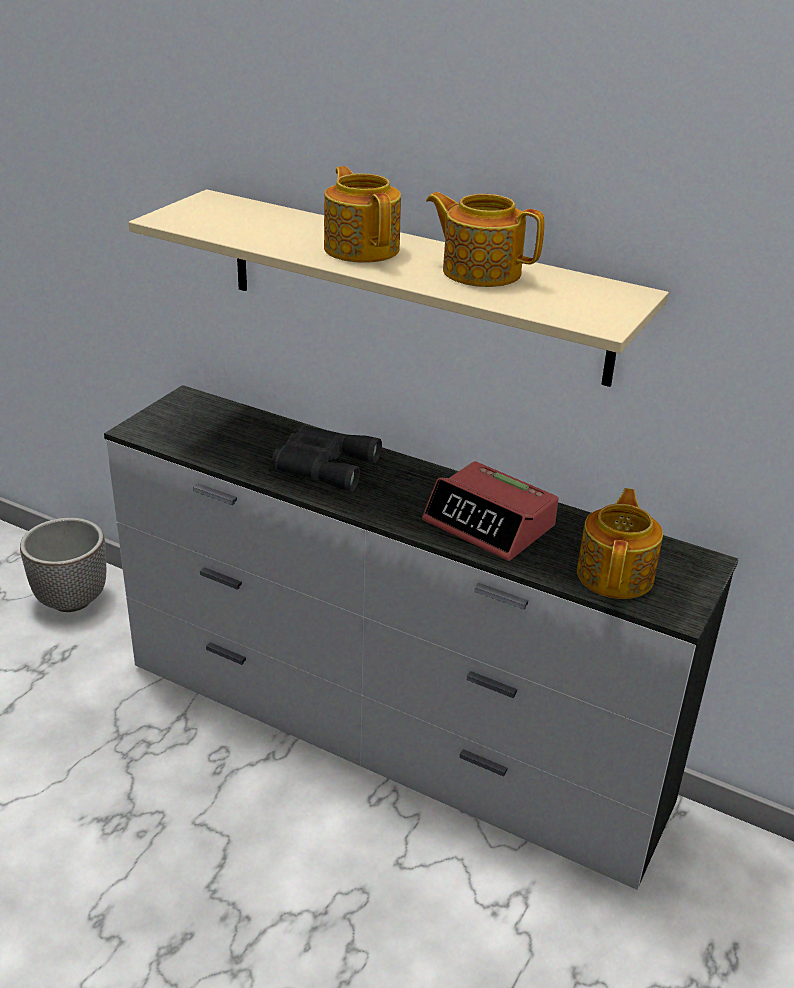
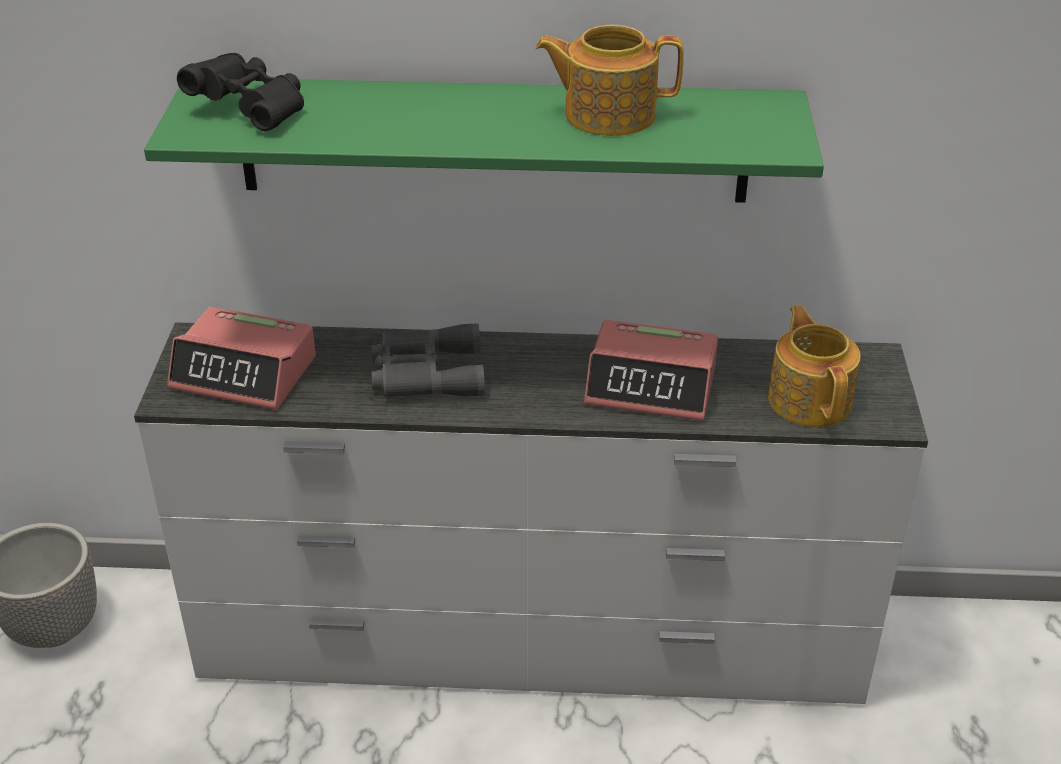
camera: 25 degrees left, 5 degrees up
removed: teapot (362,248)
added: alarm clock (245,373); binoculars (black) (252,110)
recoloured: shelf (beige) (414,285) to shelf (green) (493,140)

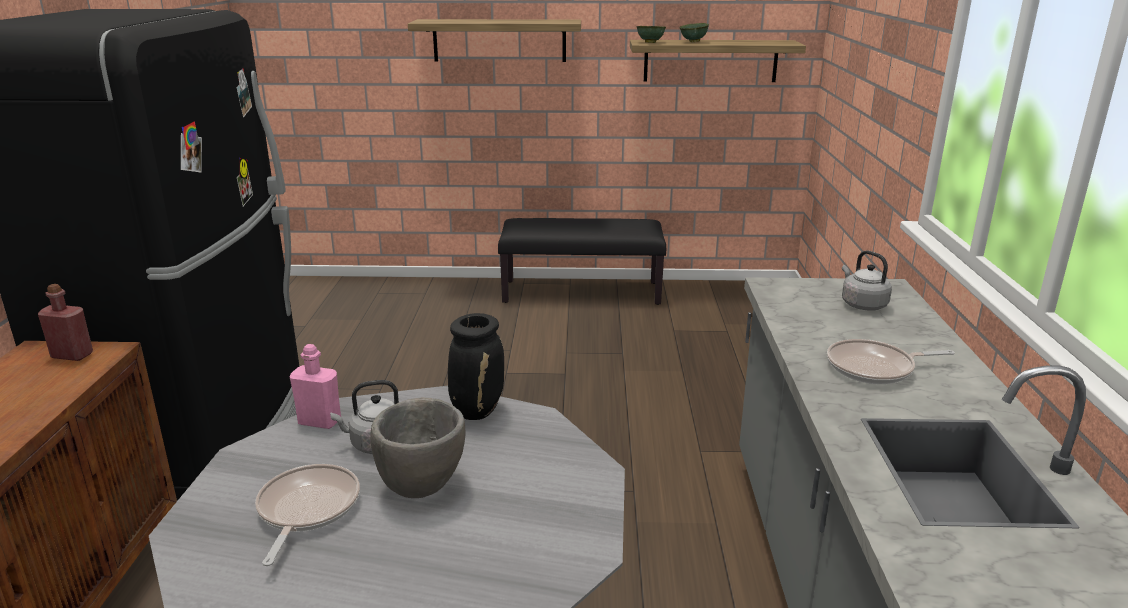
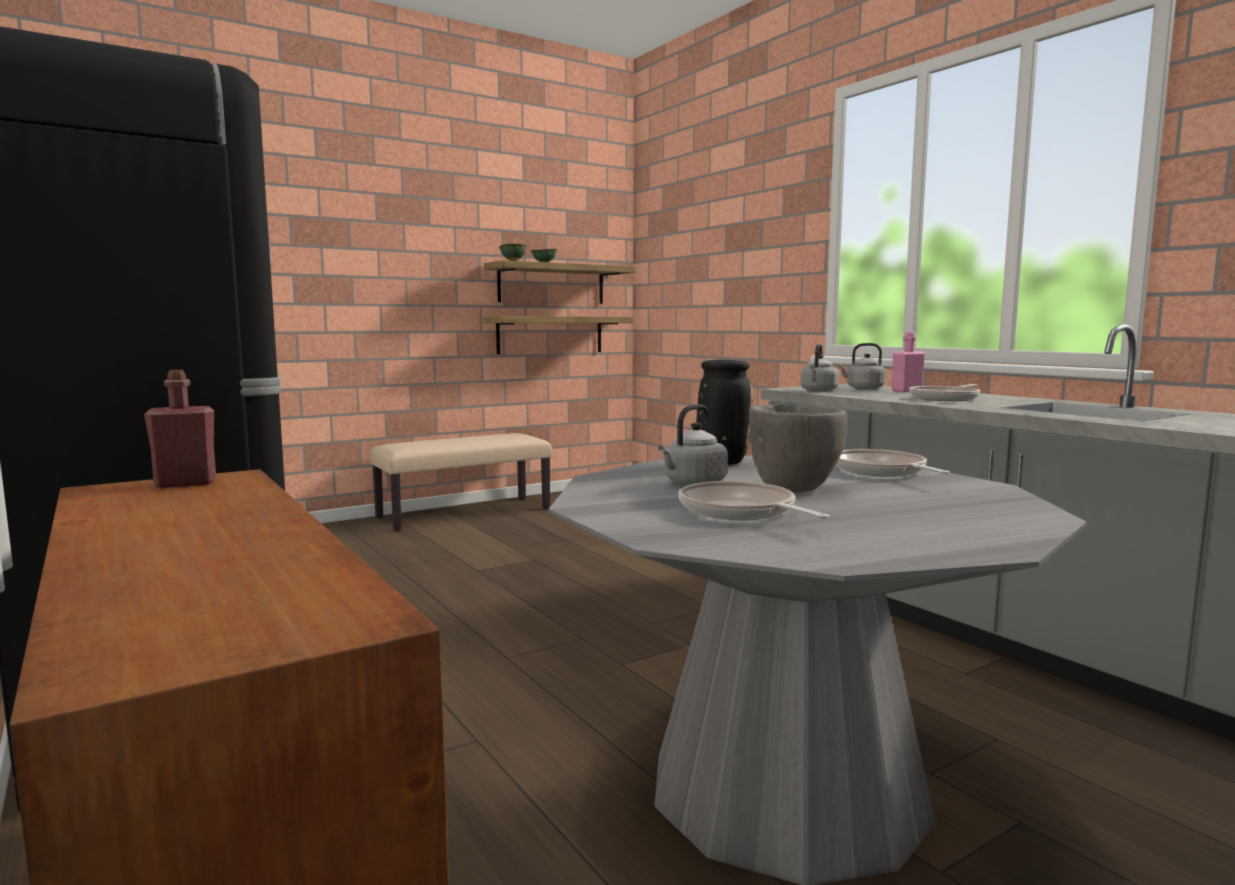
camera: 35 degrees left, 15 degrees down
added: kettle (grey) (818,391); frying pan (881,471)
moved: bottle (pink) (319,421) to (906,391); shelf (499,40) to (550,334)
recoloured: bench (black) (582,292) to bench (beige) (465,513)

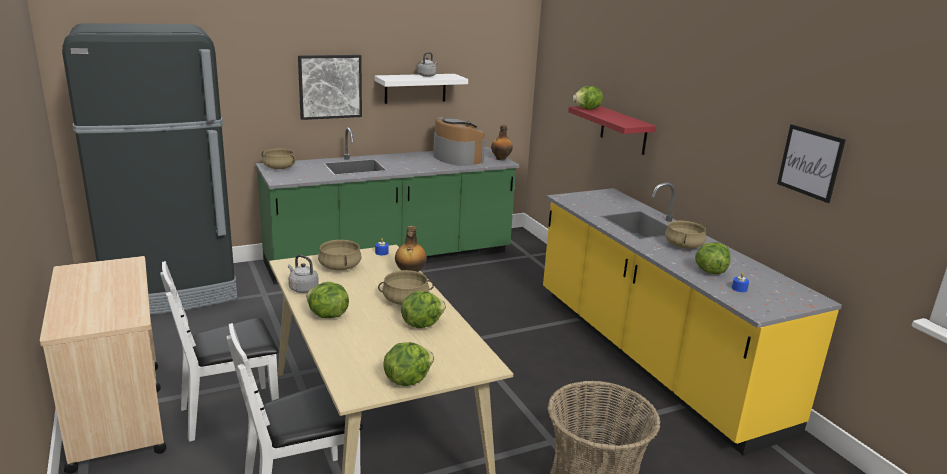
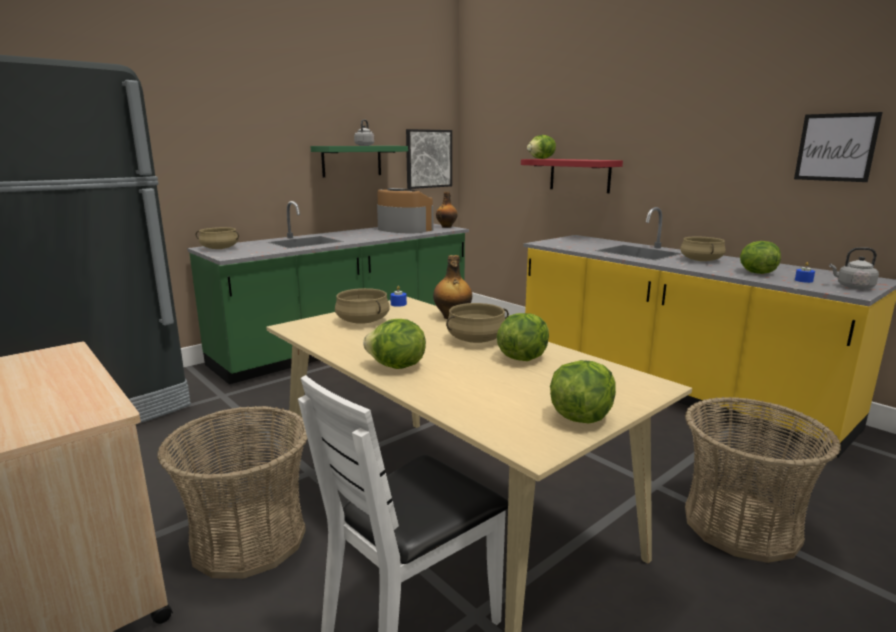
camera: 15 degrees left, 5 degrees down
moved: kettle (grey) (302,288) to (853,287); picture (330,86) to (428,158)
replaced: chair (white) (231,413) to basket (248,539)
recoloured: shelf (white) (415,88) to shelf (green) (352,161)

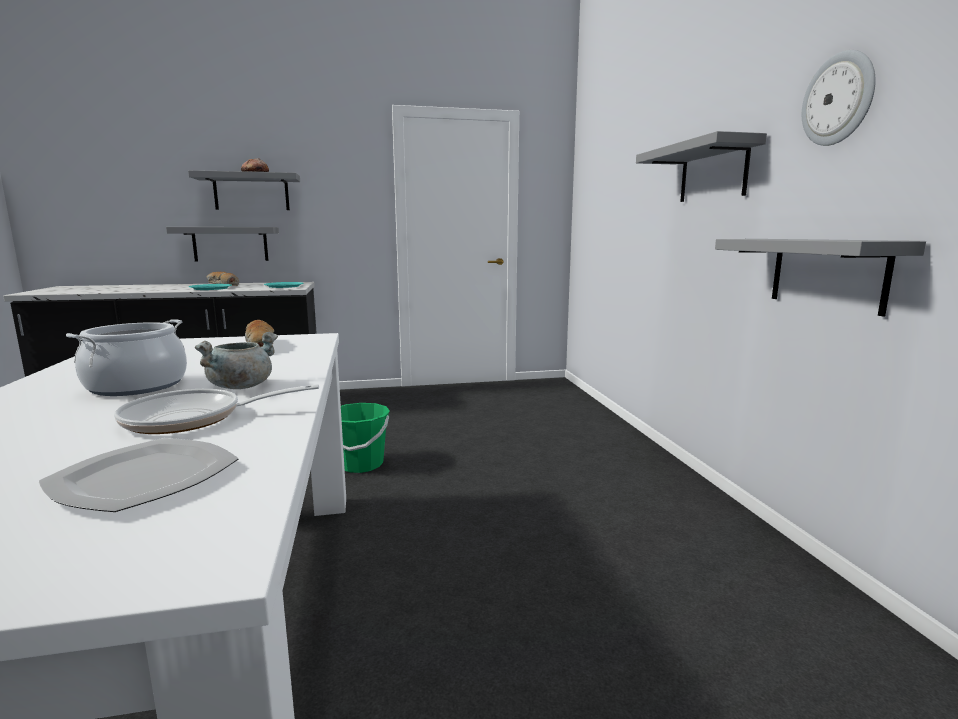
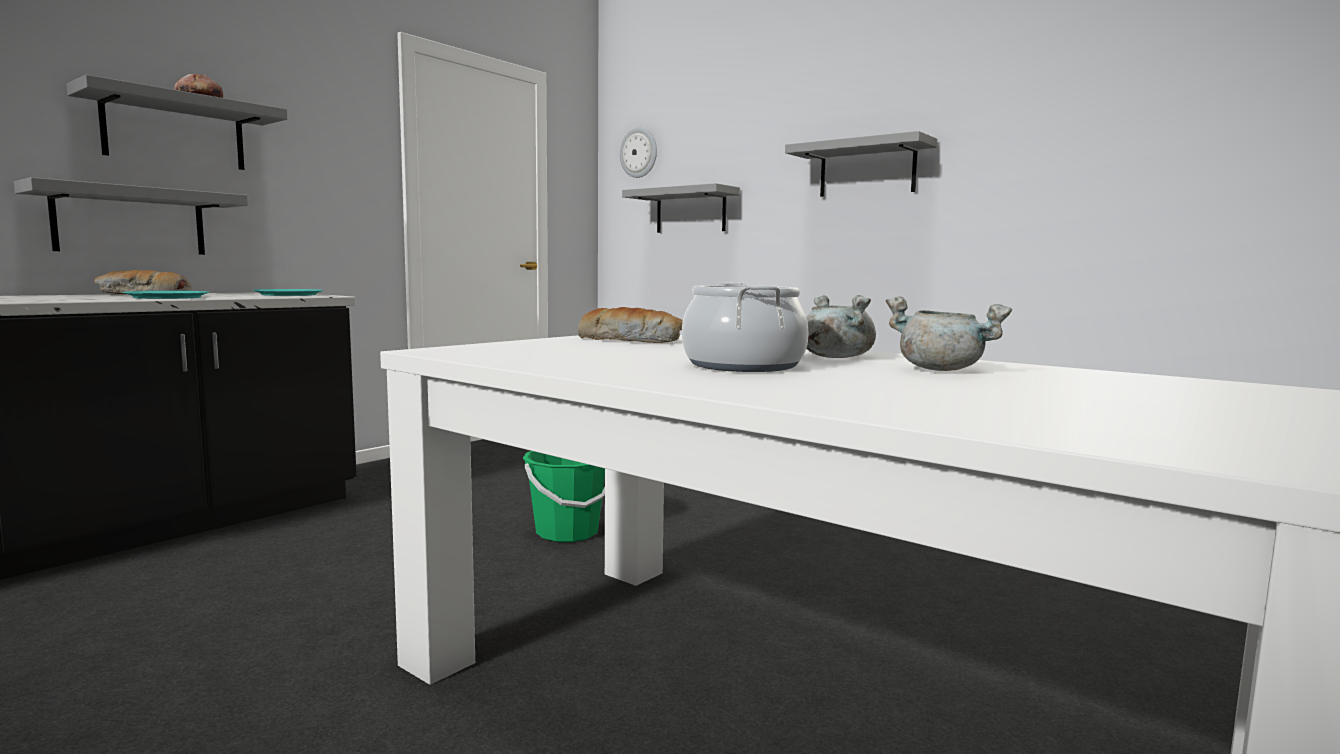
camera: 40 degrees left, 5 degrees down
removed: plate (145,477)
moved: shelf (grey) (827,273) to (691,211); wall clock (838,99) to (639,153)
replaced: frying pan (193,419) to cooking pot (grey) (942,370)

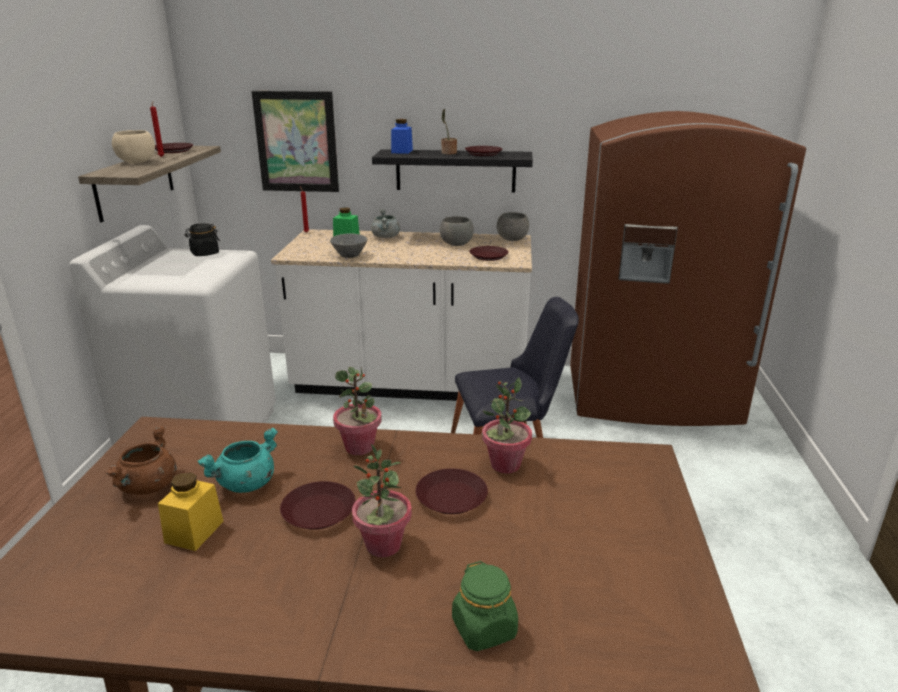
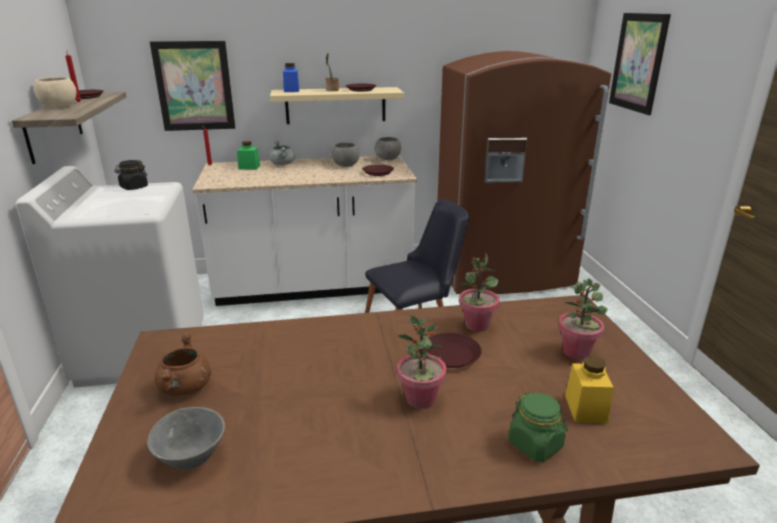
camera: 15 degrees left, 0 degrees up
removed: cooking pot (turquoise) (246,484); plate (brown) (318,511)
added: picture (638,62)
moved: jar (yellow) (194,532) to (585,409); bowl (grey) (348,256) to (189,458); potted plant (359,447) to (576,352)
recoloured: shelf (black) (455,170) to shelf (beige) (335,105)

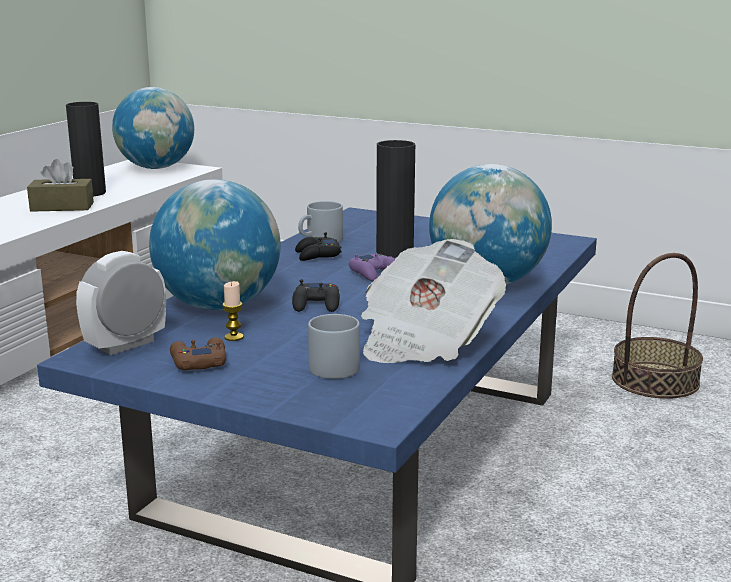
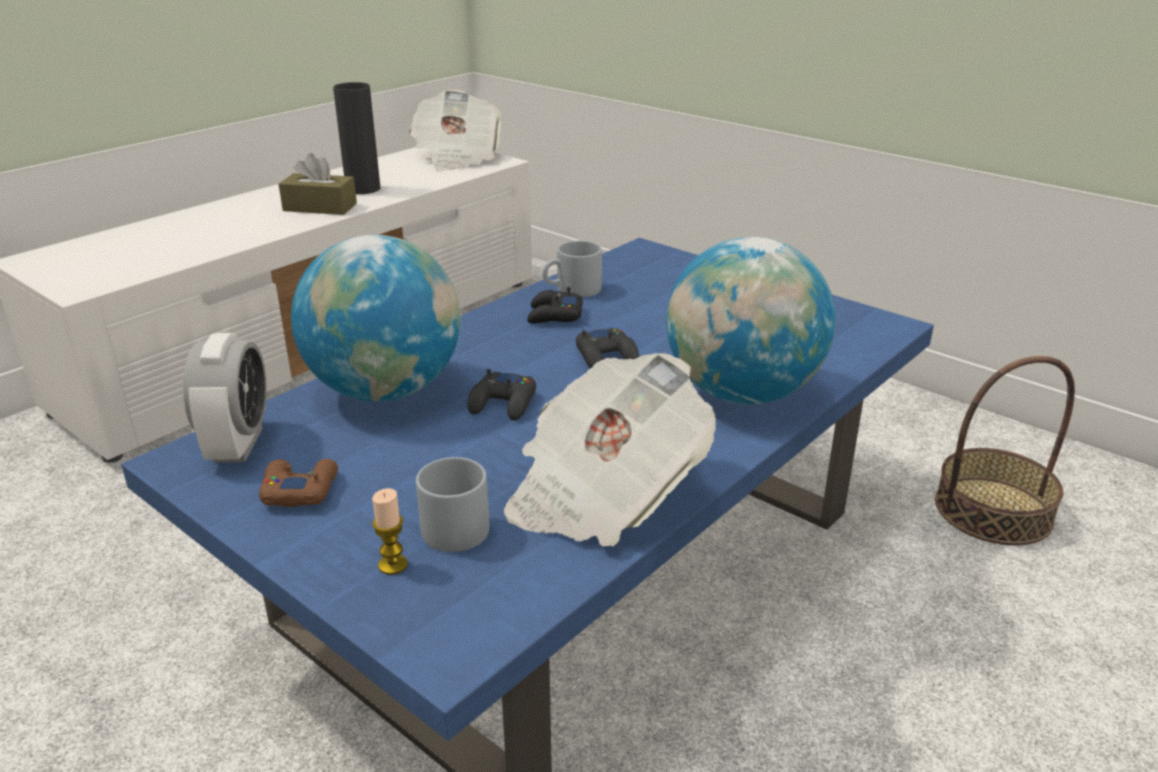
camera: 15 degrees right, 10 degrees up
removed: vase (black) (394,252)
moved: candle (234,337) to (393,565)
replaced: globe (156,168) to newspaper (457,156)
recoloured: game controller (purple) (375,273) to game controller (black) (606,356)
turned: alarm clock (126,345) = (238,444) 120 degrees clockwise

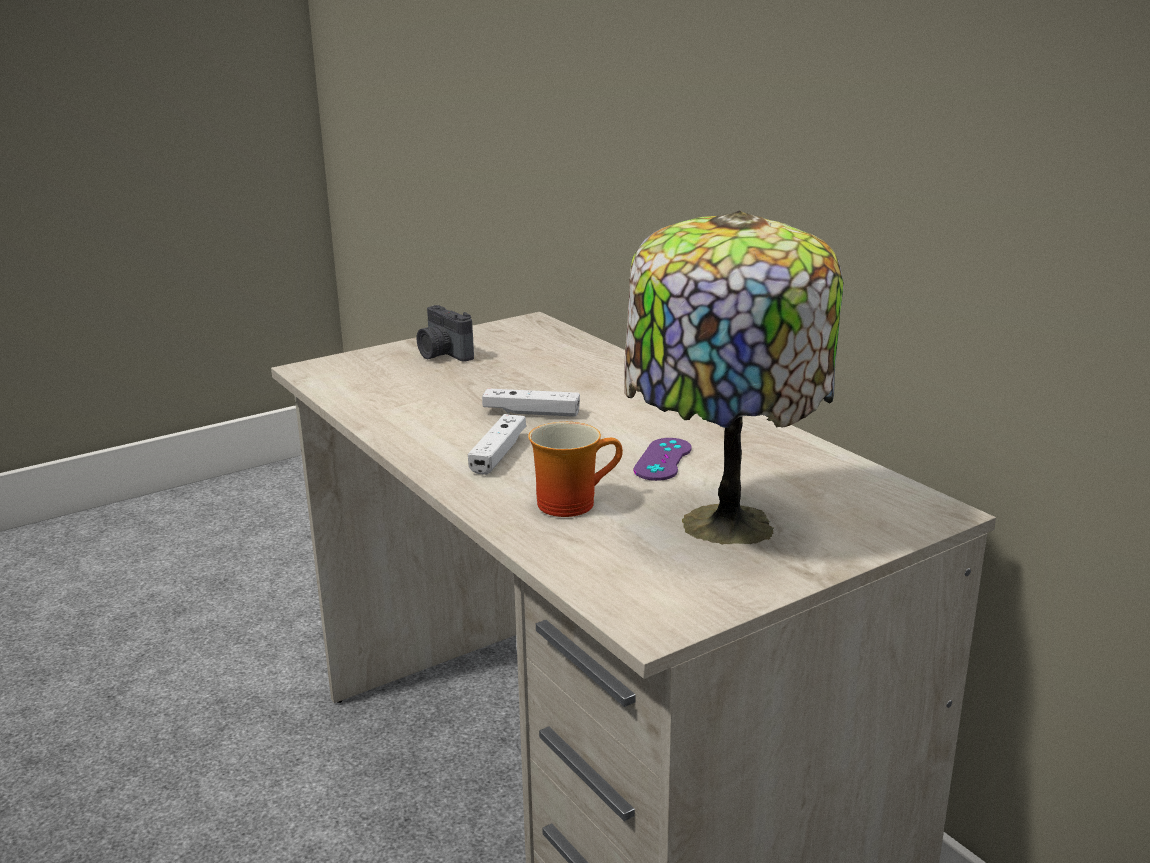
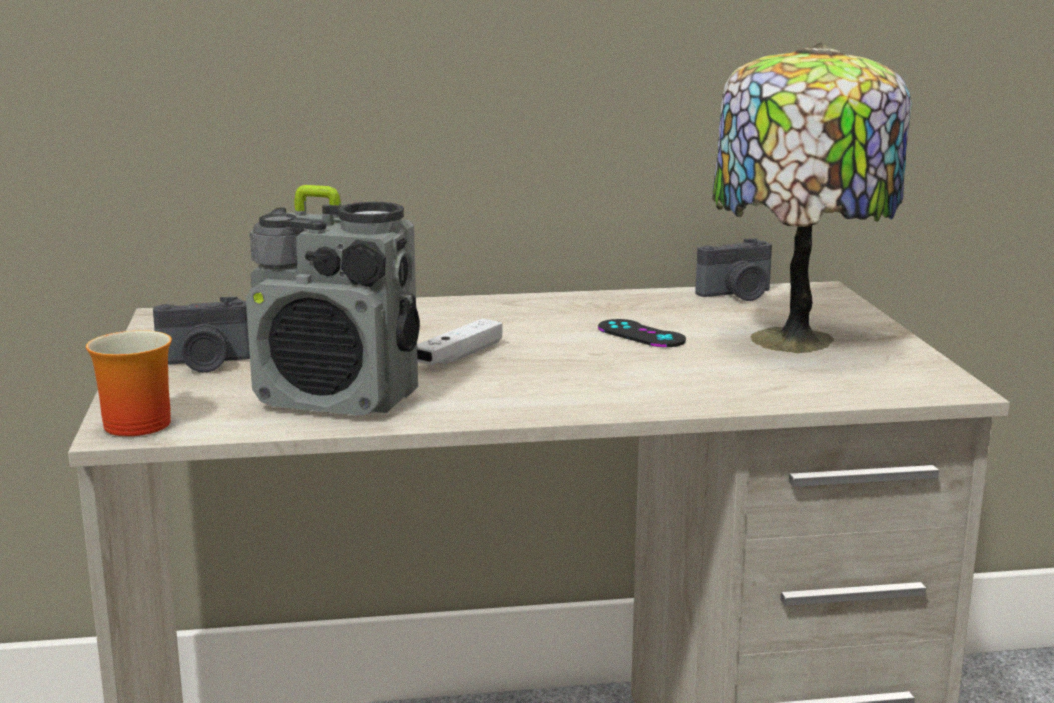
camera: 65 degrees left, 5 degrees down
removed: game controller (white) (498,454)
added: radio (338,400); photo camera (738,295)
moved: mug (571,501) to (135,421)
recoloured: game controller (purple) (663,460) to game controller (black) (641,334)

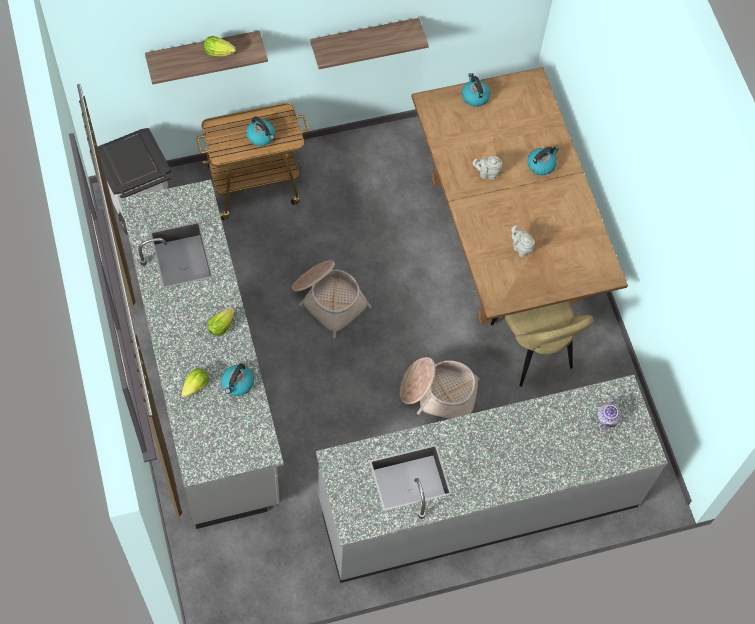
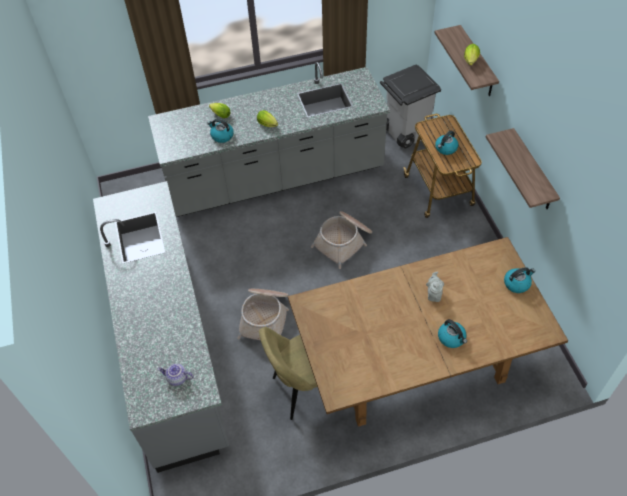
camera: 95 degrees right, 10 degrees down
removed: teapot (grey) (521,248)

